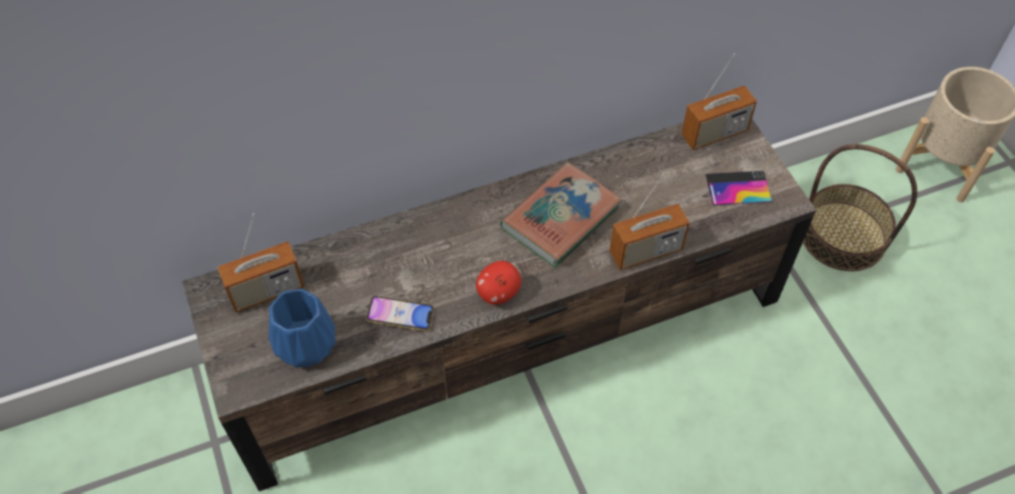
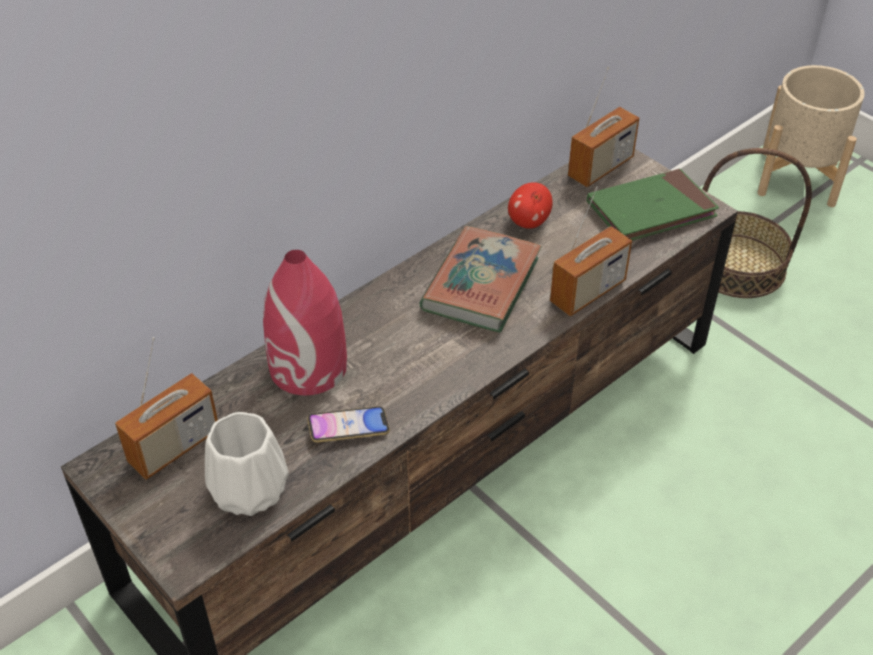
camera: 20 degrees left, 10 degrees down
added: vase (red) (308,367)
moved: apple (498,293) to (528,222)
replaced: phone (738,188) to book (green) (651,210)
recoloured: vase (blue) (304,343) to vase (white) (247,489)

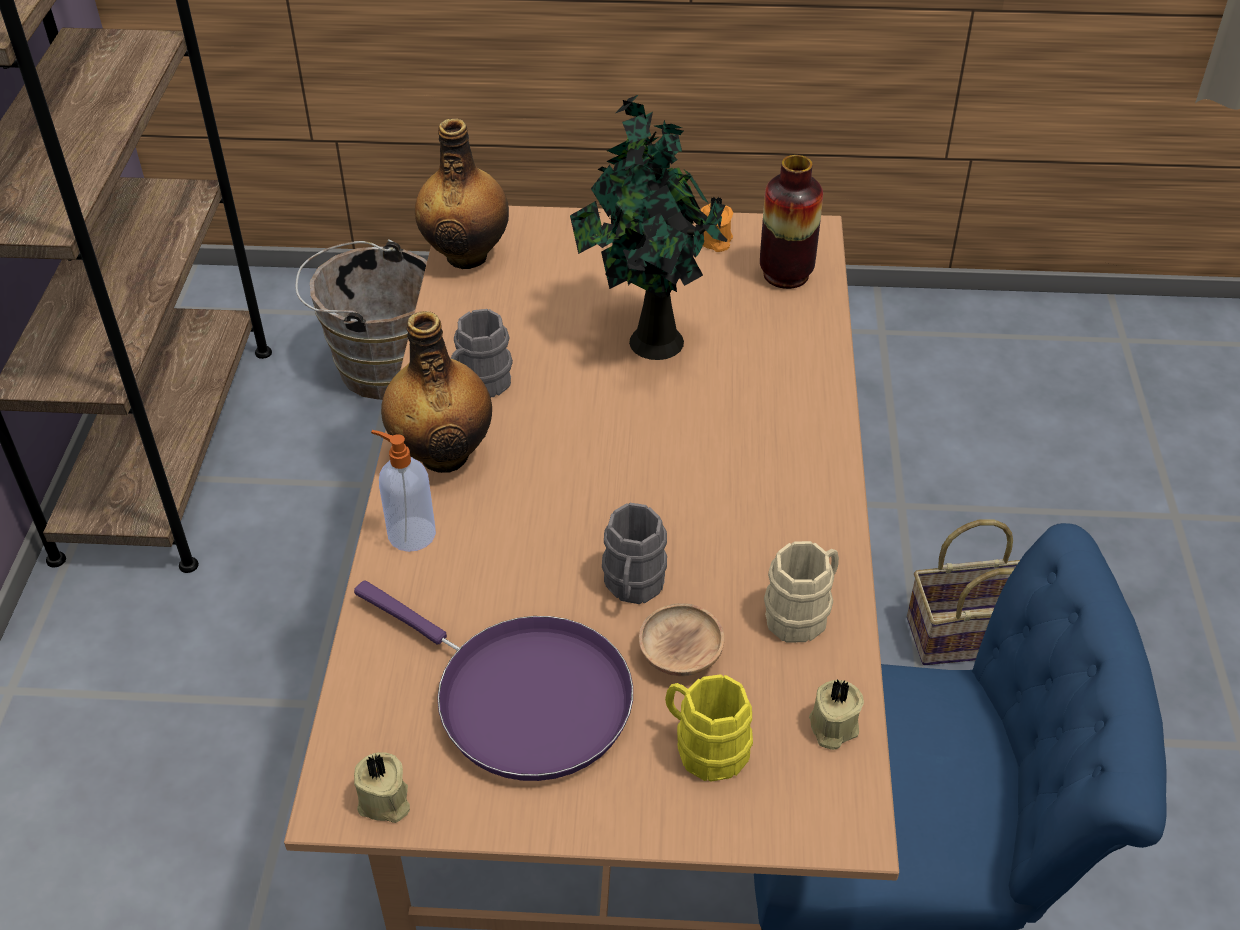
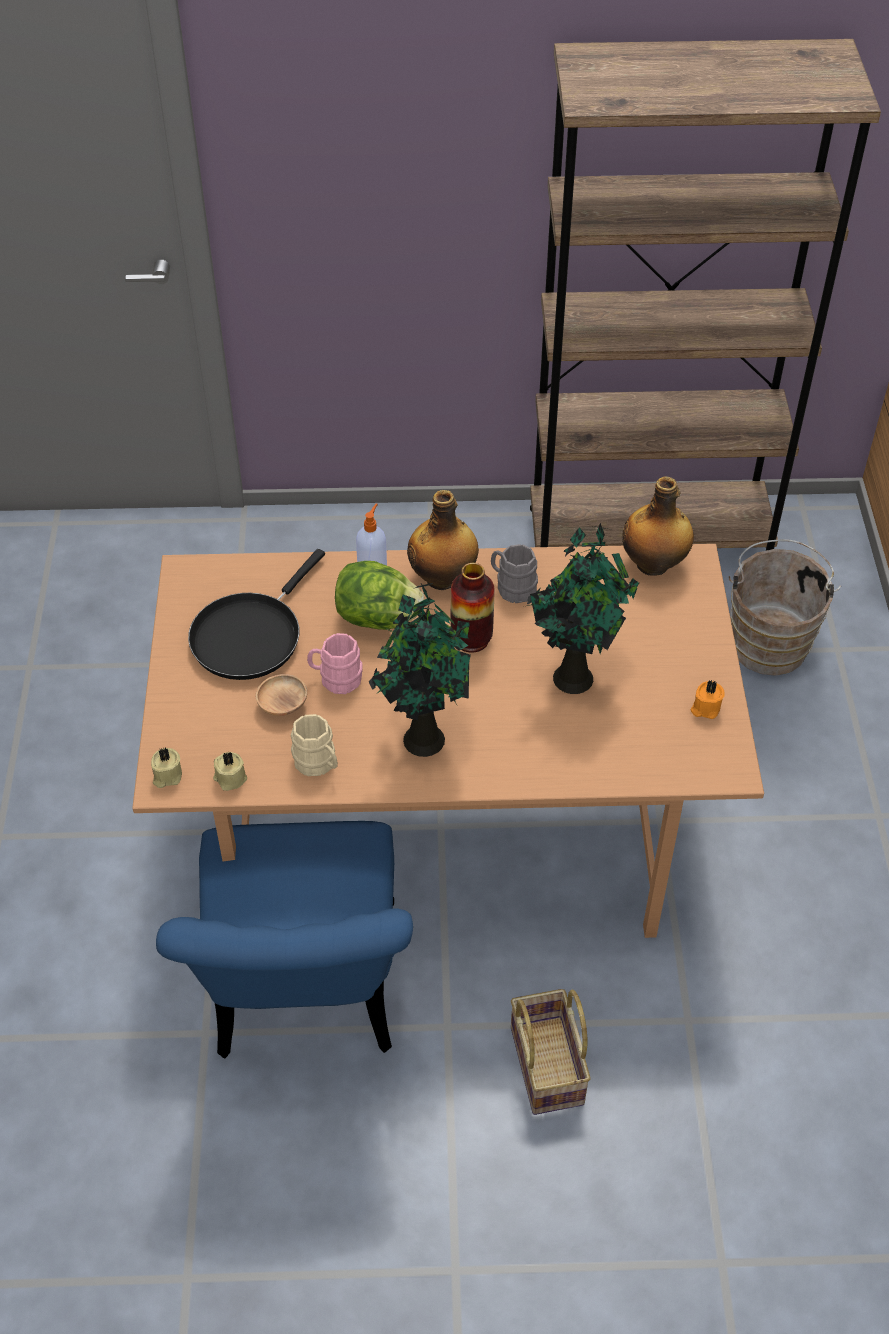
camera: 85 degrees right, 5 degrees up
removed: mug (yellow) (704,747)
added: lettuce (378,618); potted plant (422,736)
moved: candle (beige) (384,802) to (167,776); vase (786,274) to (471,639)
recoloured: frying pan (purple) (522,698) to frying pan (black) (250,635); mug (grey) (632,587) to mug (pink) (336,679)

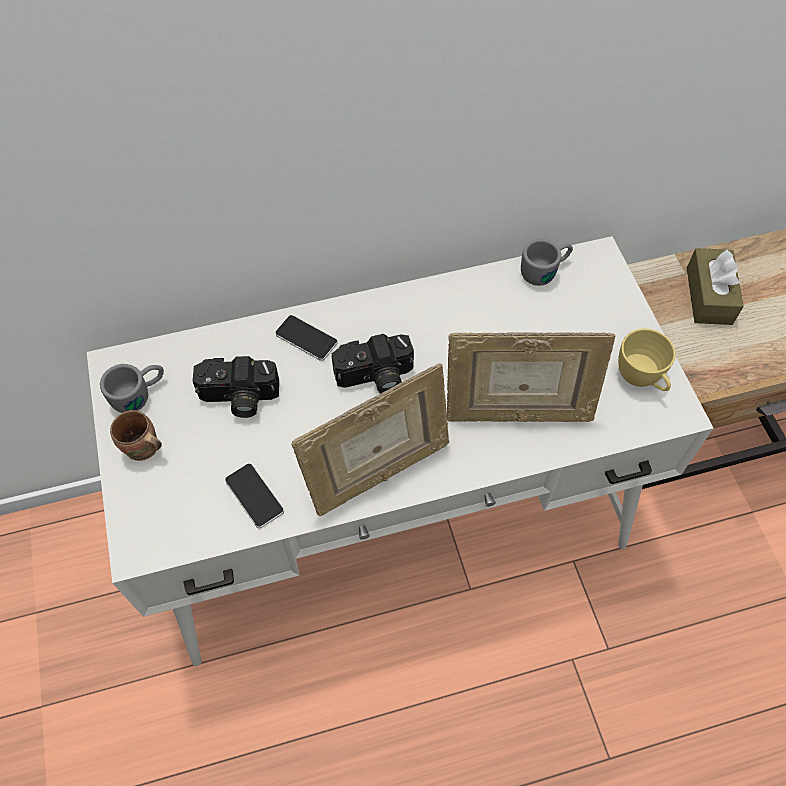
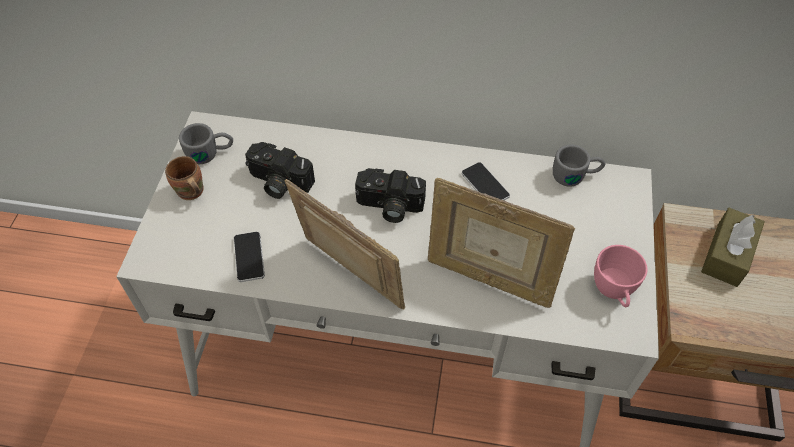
camera: 25 degrees right, 5 degrees down
moved: phone (306,338) to (485,185)
recoloured: cup (yellow) (641,379) to cup (pink) (613,292)
turned: picture frame (378,474) = (350,279) 135 degrees counterclockwise

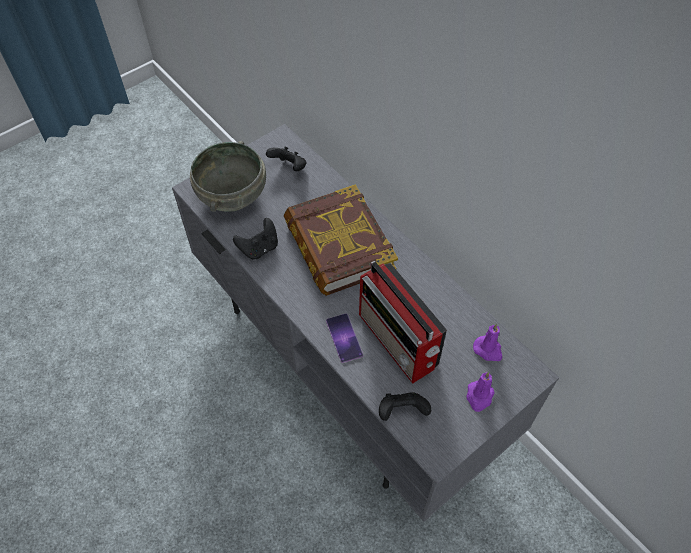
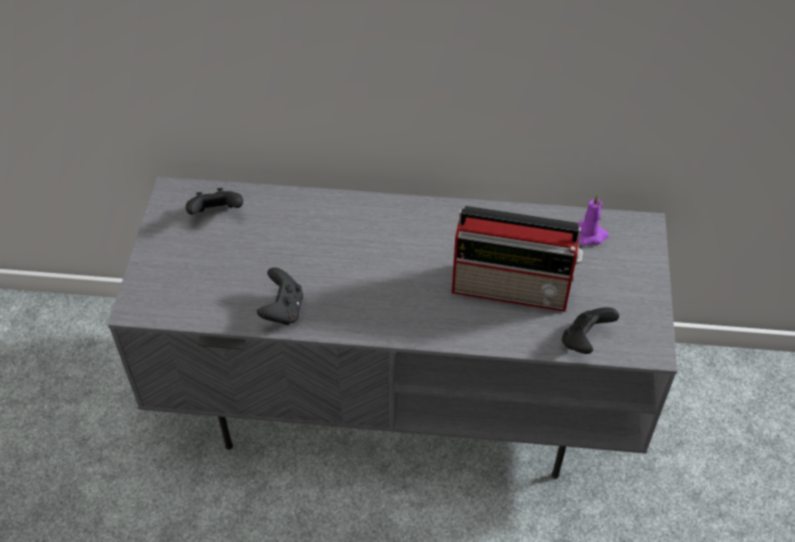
camera: 45 degrees left, 5 degrees down
removed: bowl (grey) (233,196); book (338,246); phone (344,338); candle (purple) (479,397)

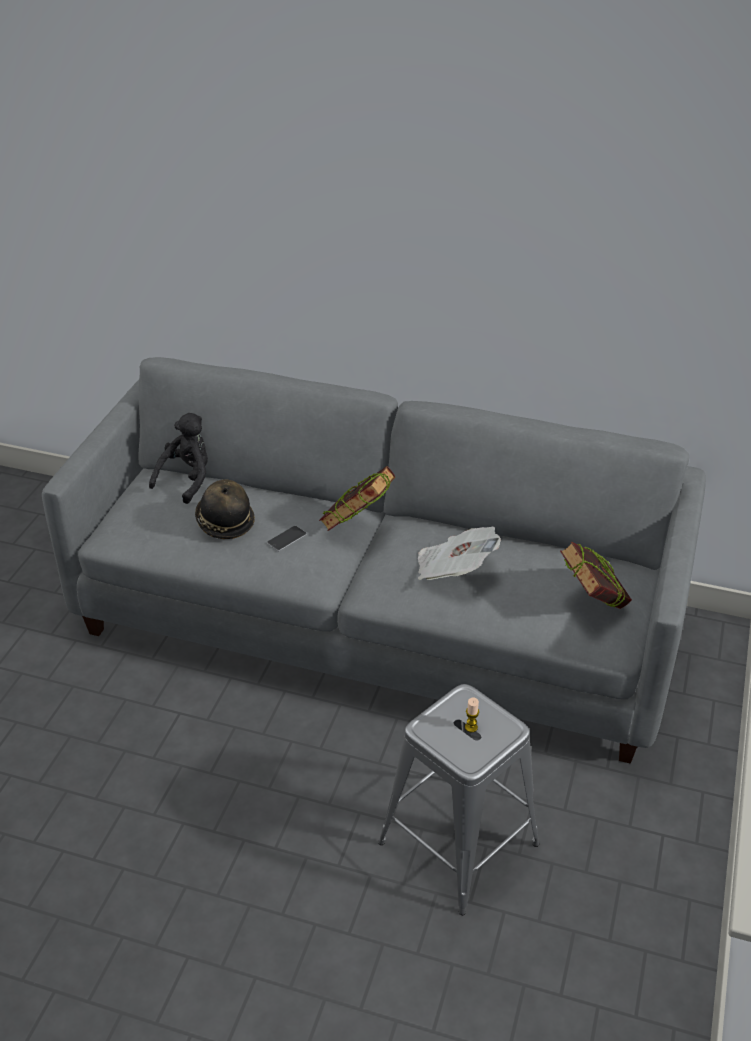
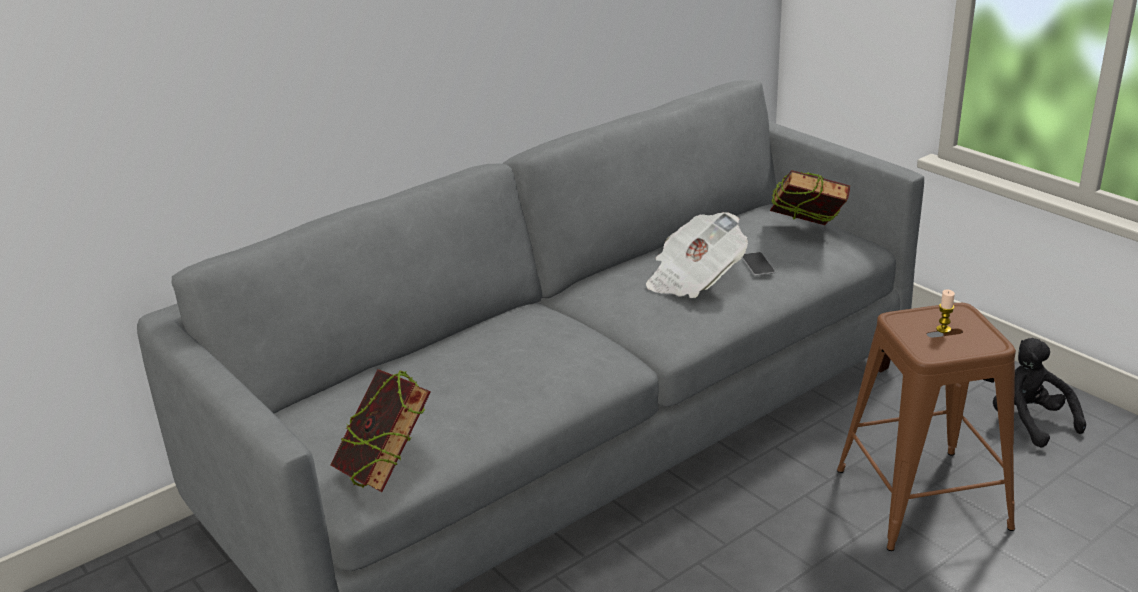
camera: 55 degrees left, 10 degrees down
removed: hat (224,522)
moved: plush toy (black) (187,480) to (1030,422); phone (287,538) to (757,264); book (358,526) to (386,472)
recoloured: stool (grey) (458,843) to stool (brown) (922,499)

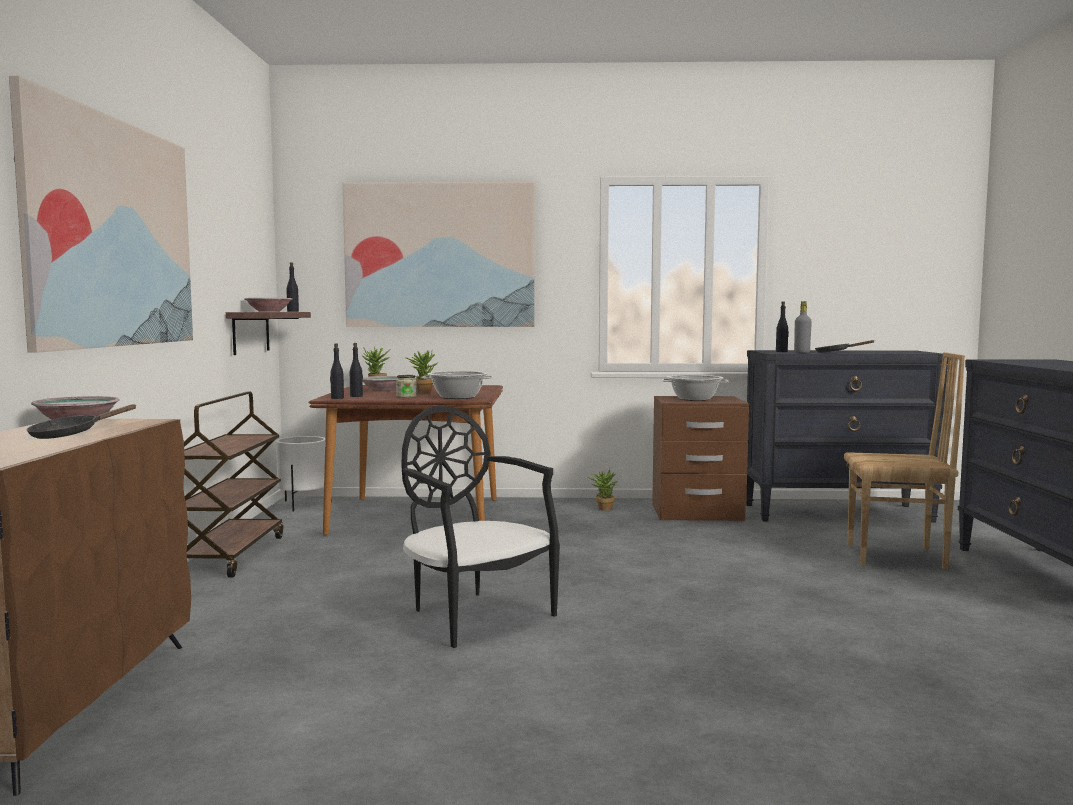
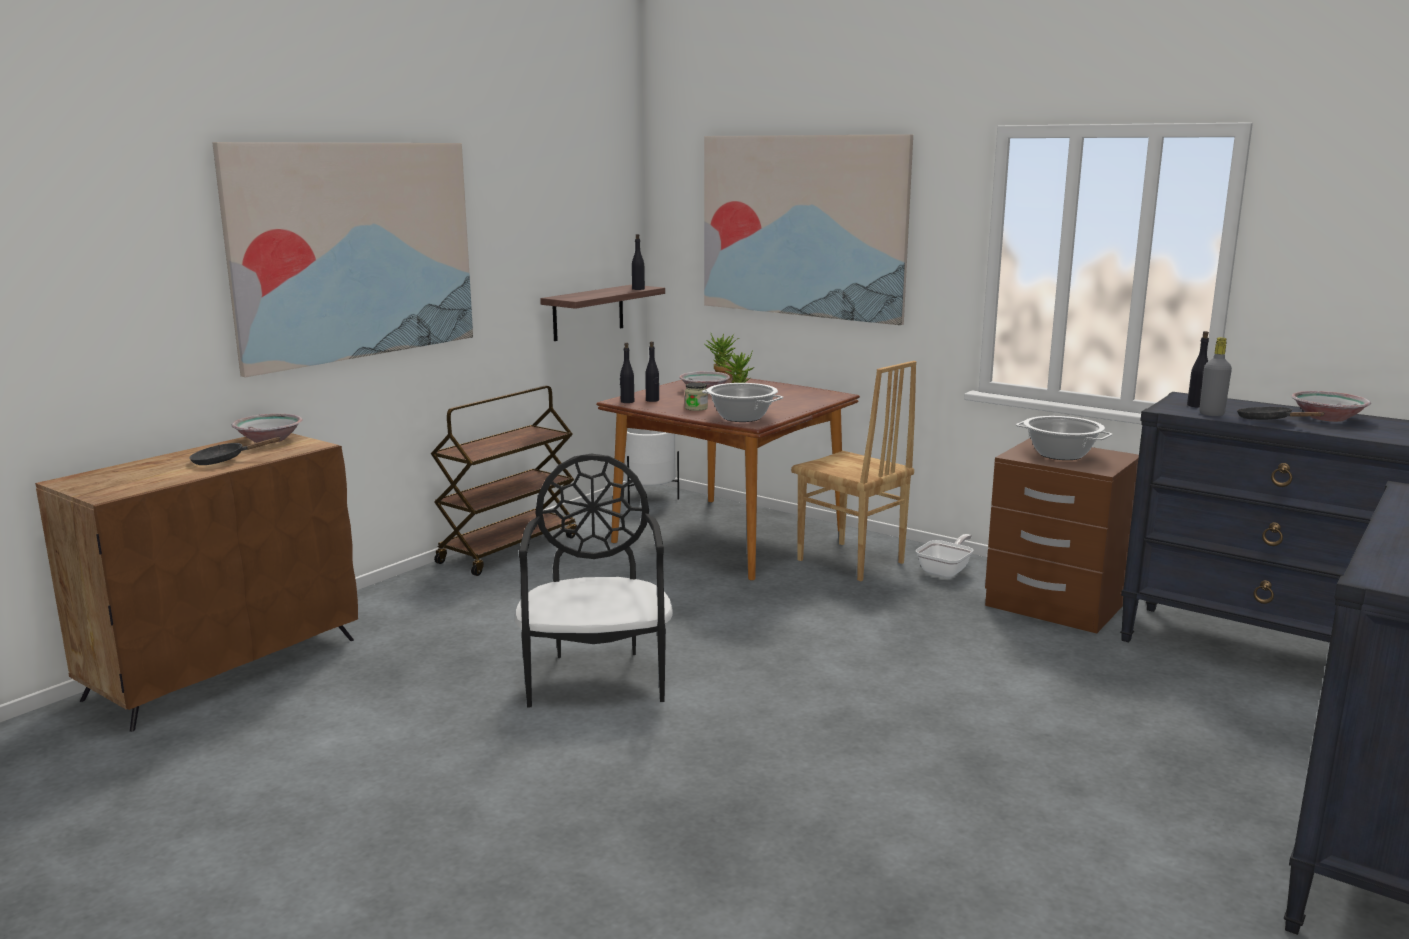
camera: 35 degrees right, 10 degrees up
moved: bowl (268,311) to (1326,418); chair (brown) (897,557) to (850,562)
replaced: potted plant (603,508) to frying pan (946,571)

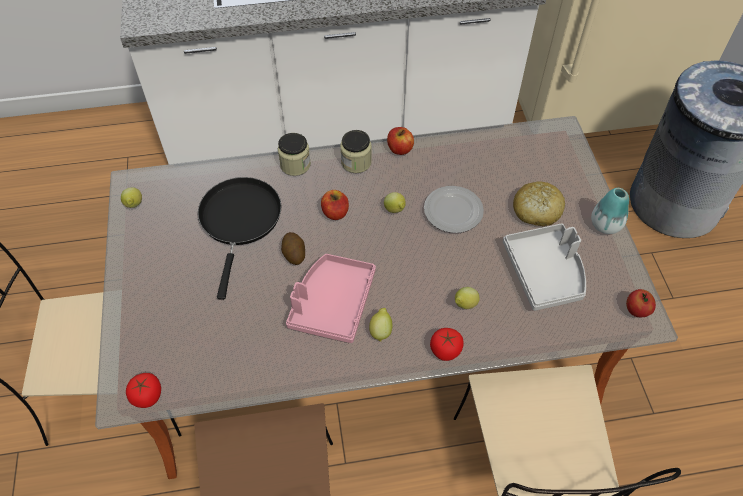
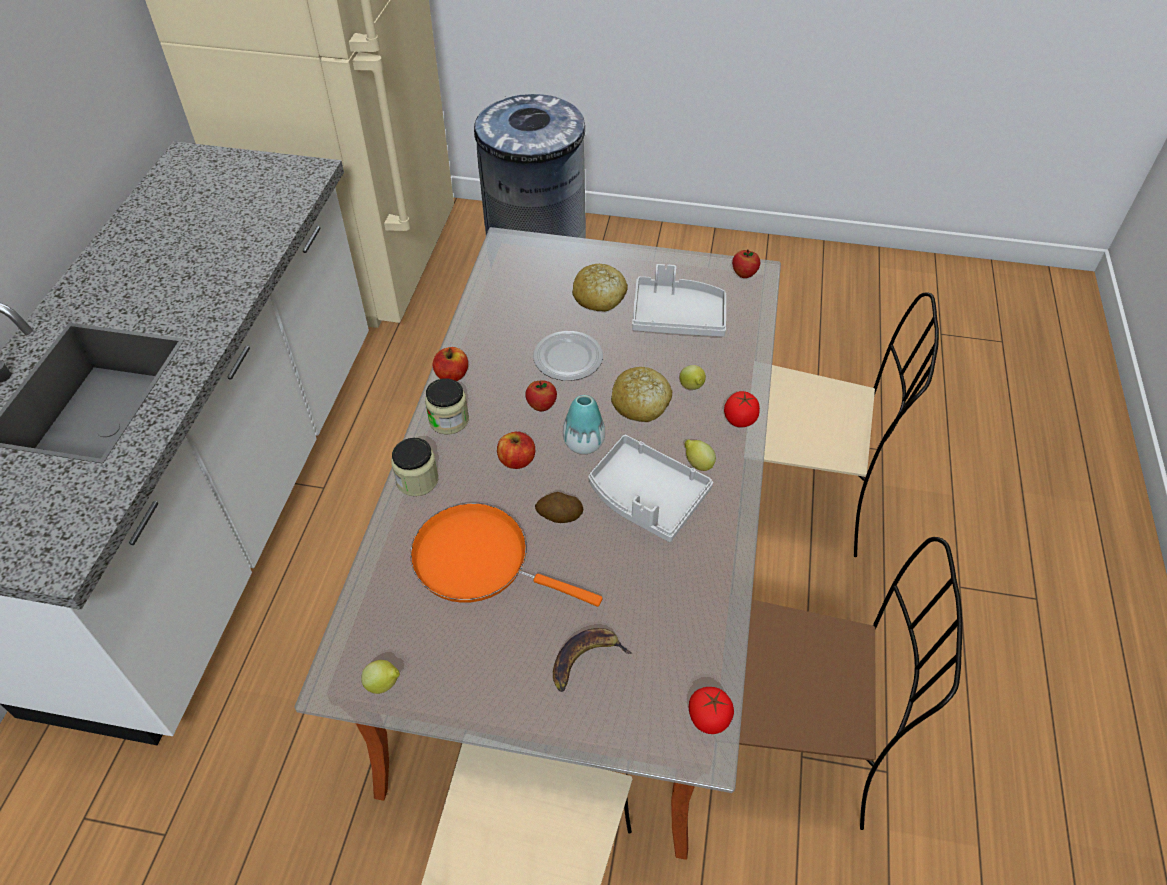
camera: 70 degrees left, 5 degrees down
added: banana (586,659); bread (640,403)
moved: vase (605,225) to (584,443)
replaced: lemon (395,210) to apple (541,406)
recoloured: frying pan (black) (240,221) to frying pan (orange) (479,560); tray (pink) (332,303) to tray (grey) (646,497)

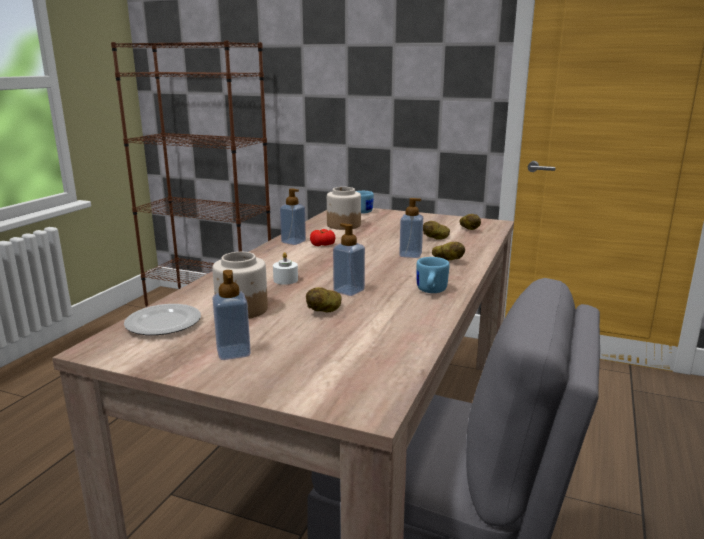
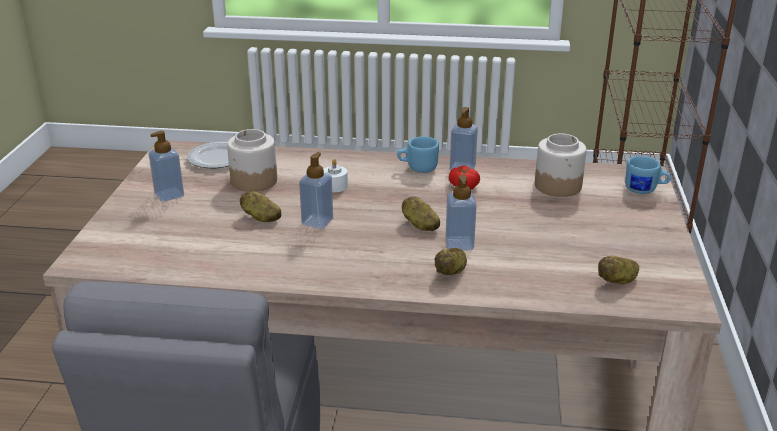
camera: 75 degrees right, 10 degrees up
moved: mug (blue) (430,291) to (417,168); potato (436,239) to (420,225)

